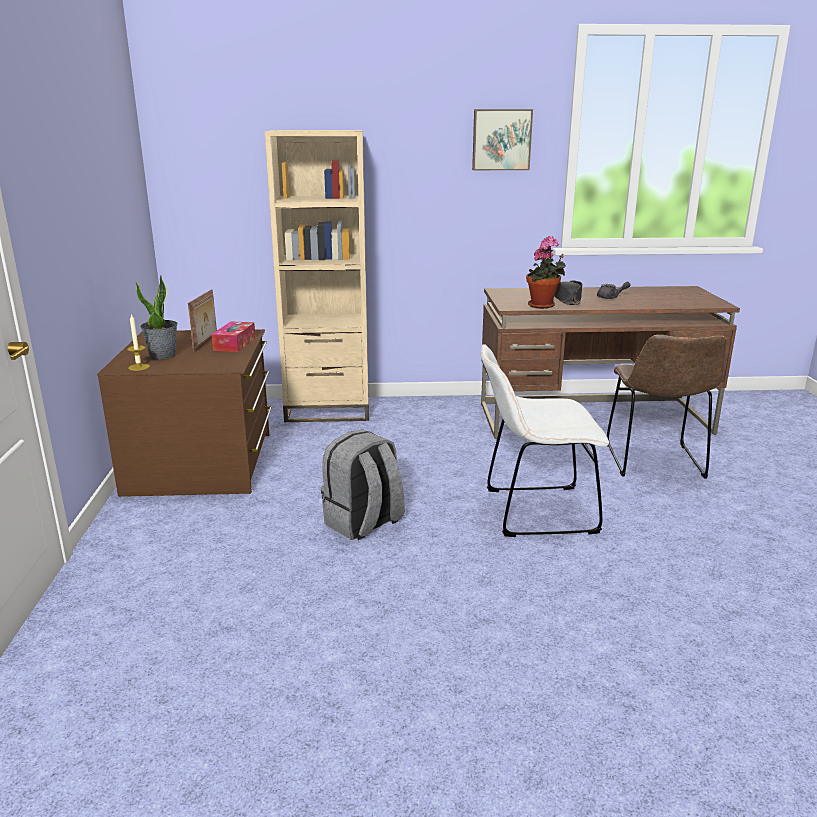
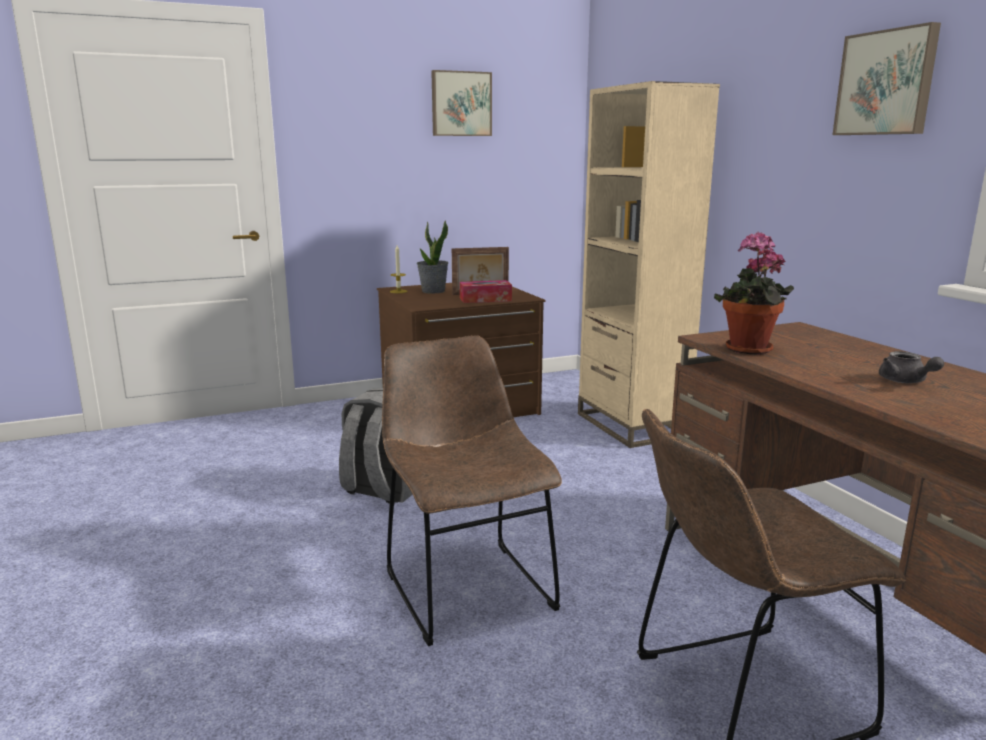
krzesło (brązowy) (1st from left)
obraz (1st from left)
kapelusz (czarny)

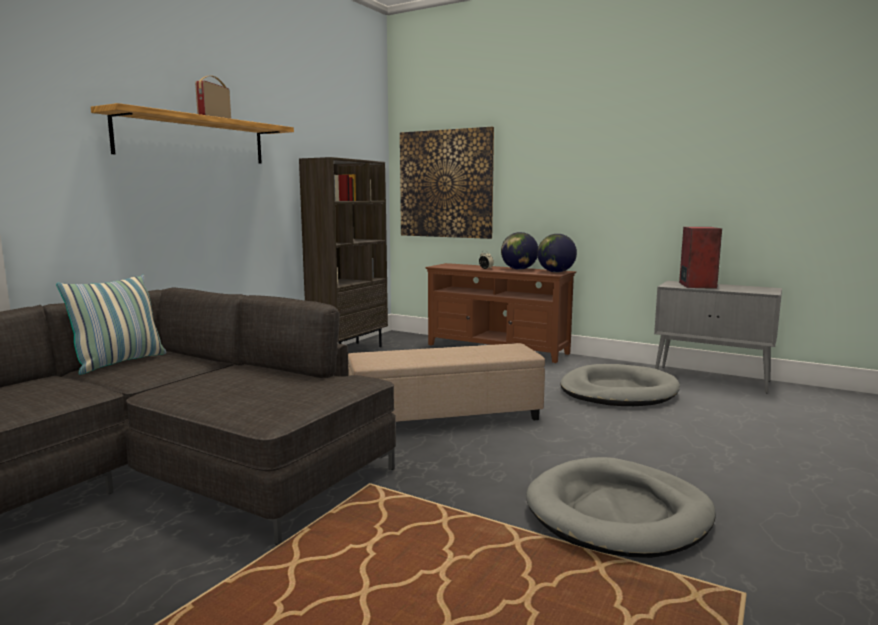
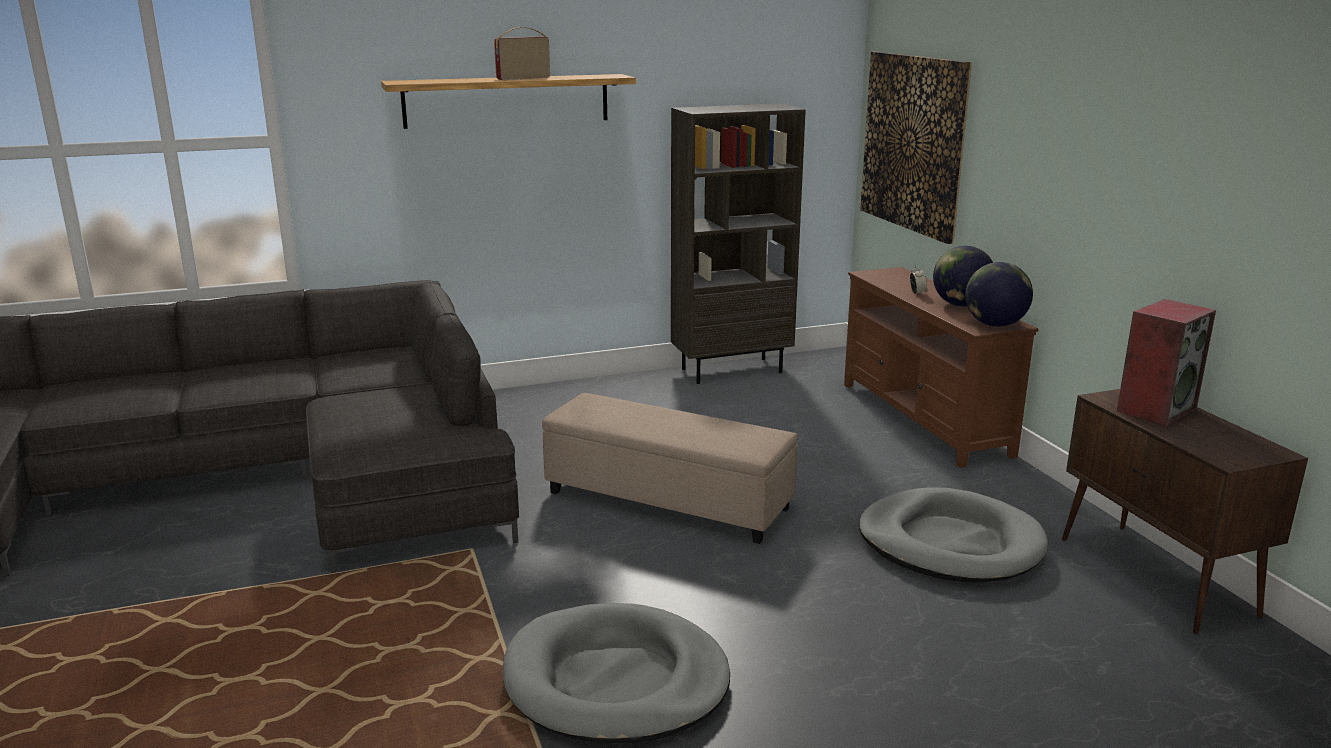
szafka (brązowy)
poduszka

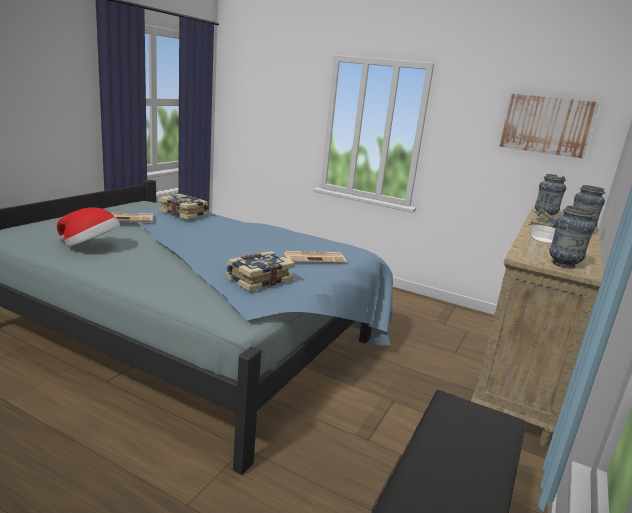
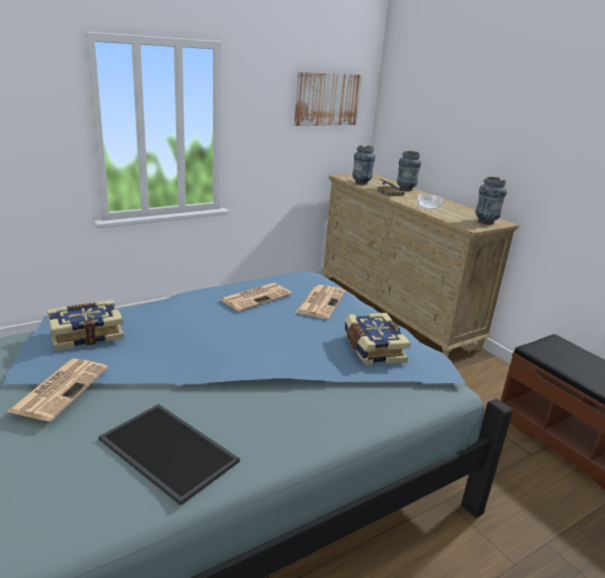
taca
gazeta (2nd from left)

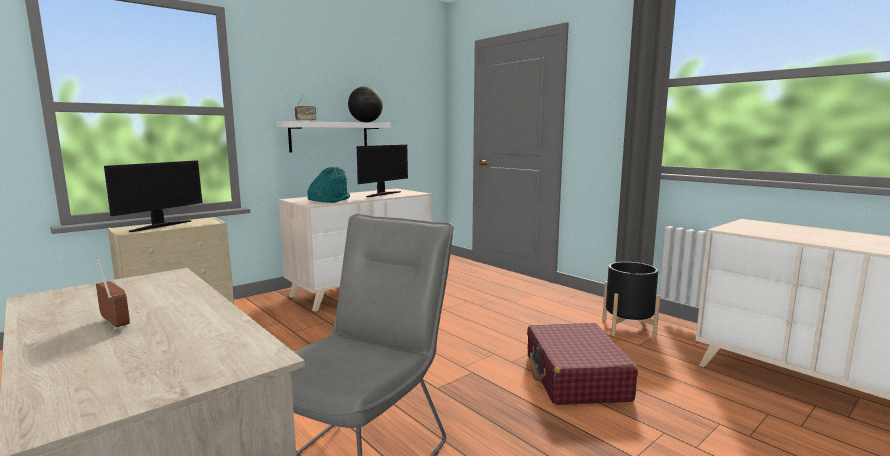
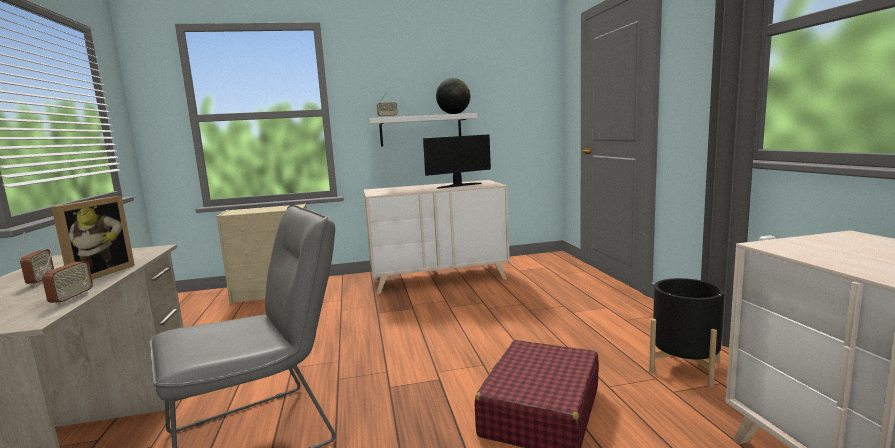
radio (2nd from left)
ramka na zdjęcie
monitor (1st from left in the first image)
kapelusz (turkusowy)

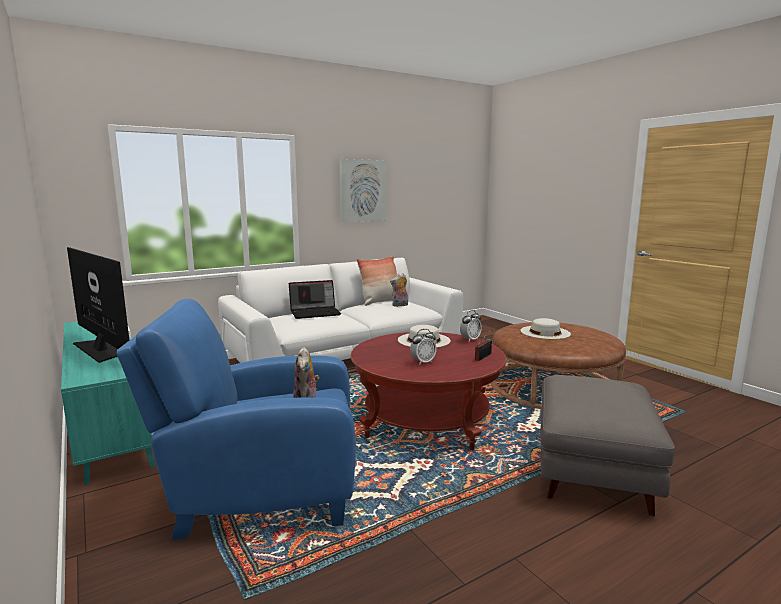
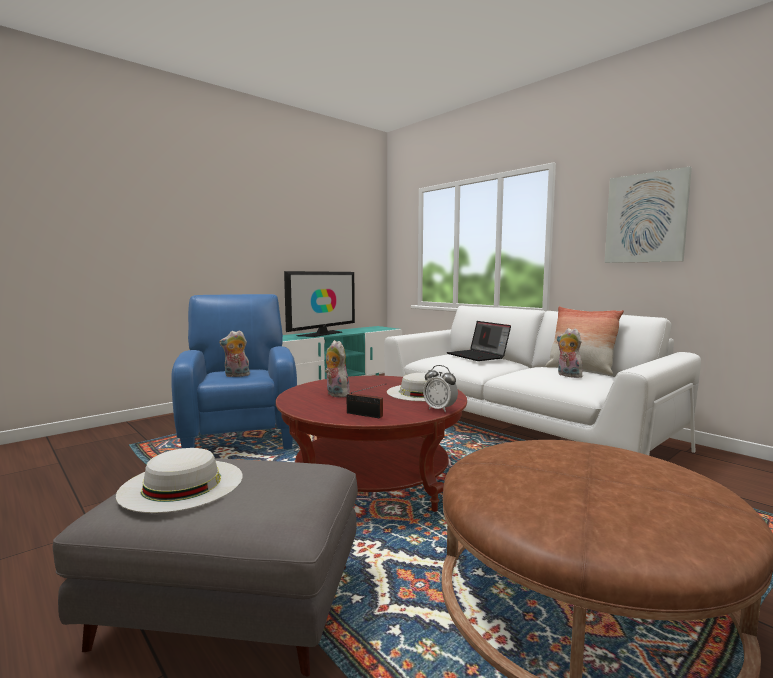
kapelusz (biały) (1st from left)
pluszak (2nd from left)

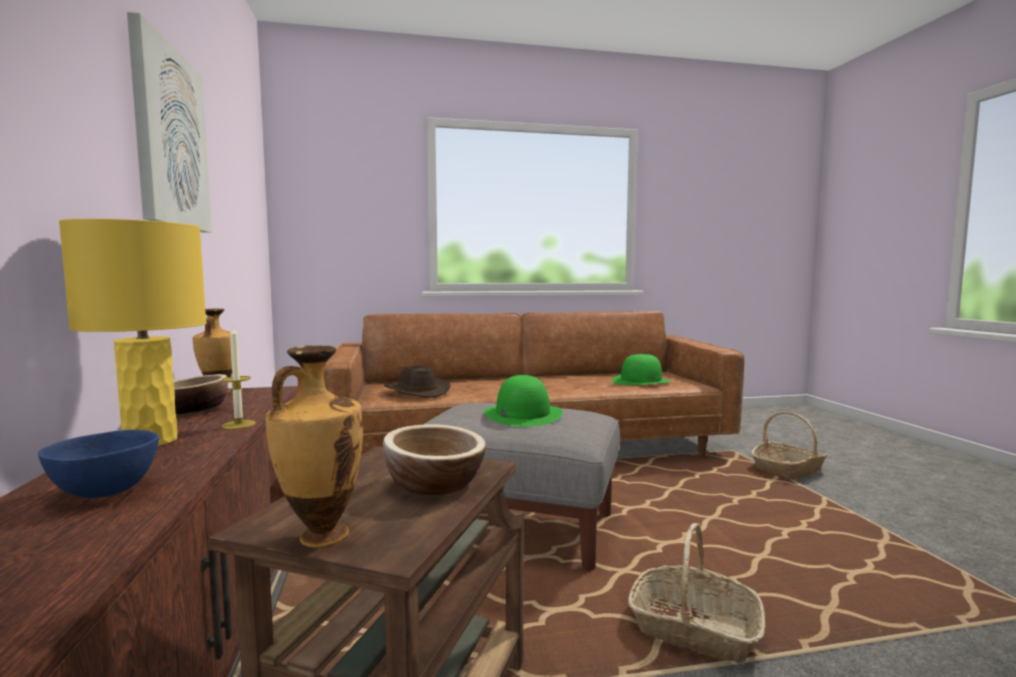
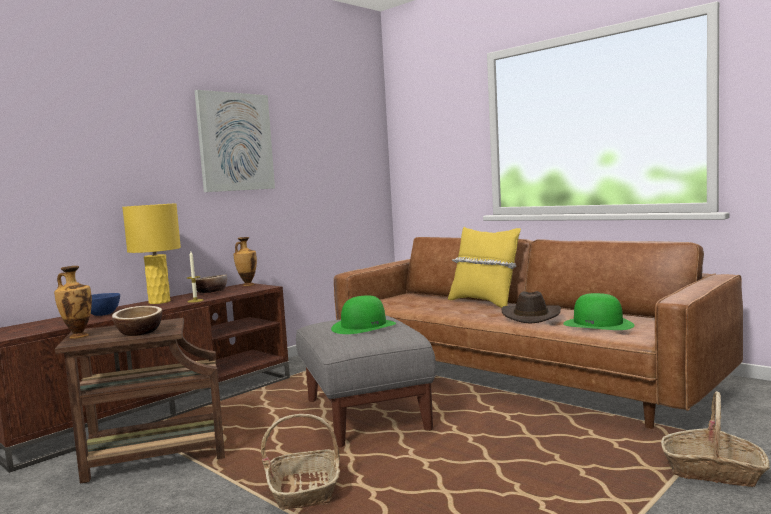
poduszka (żółty)
kapelusz (brązowy)

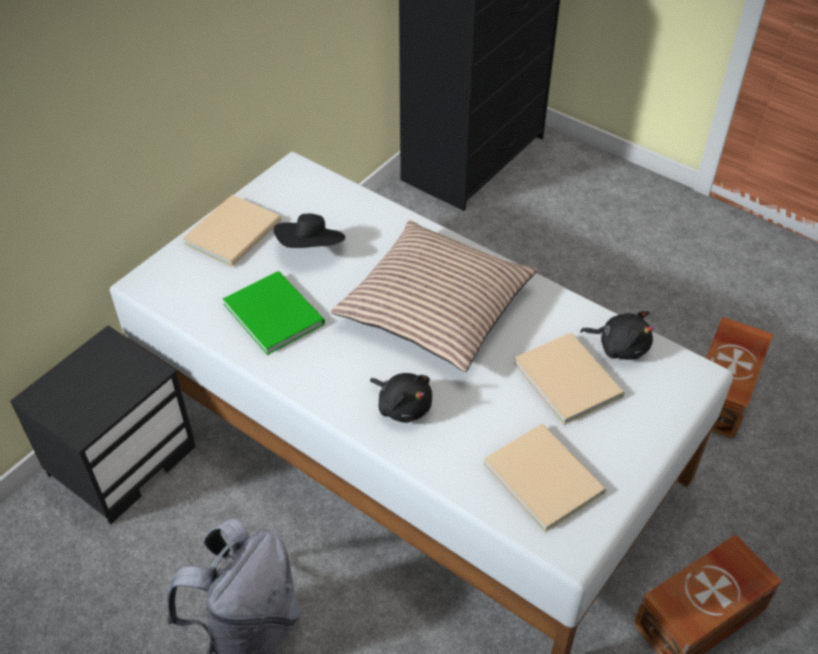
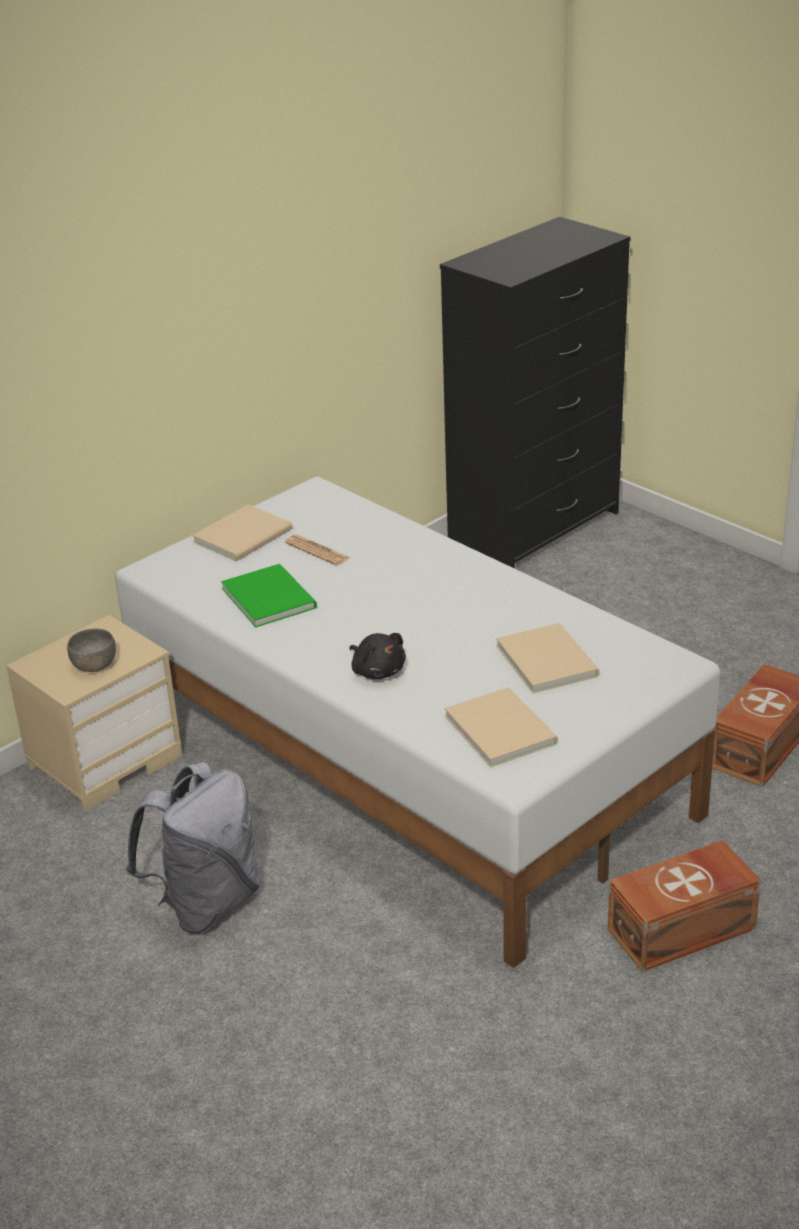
szafka nocna (beżowy)
miska (szary)
gazeta
poduszka
pluszak (czarny) (2nd from left in the first image)

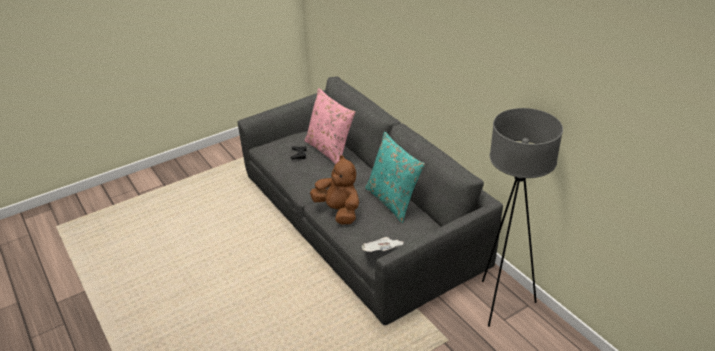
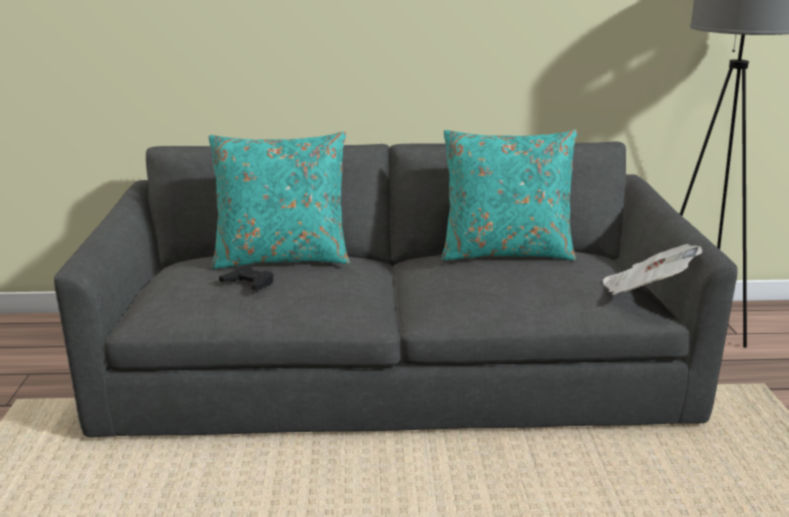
poduszka (turkusowy) (1st from left)
pluszak (brązowy)

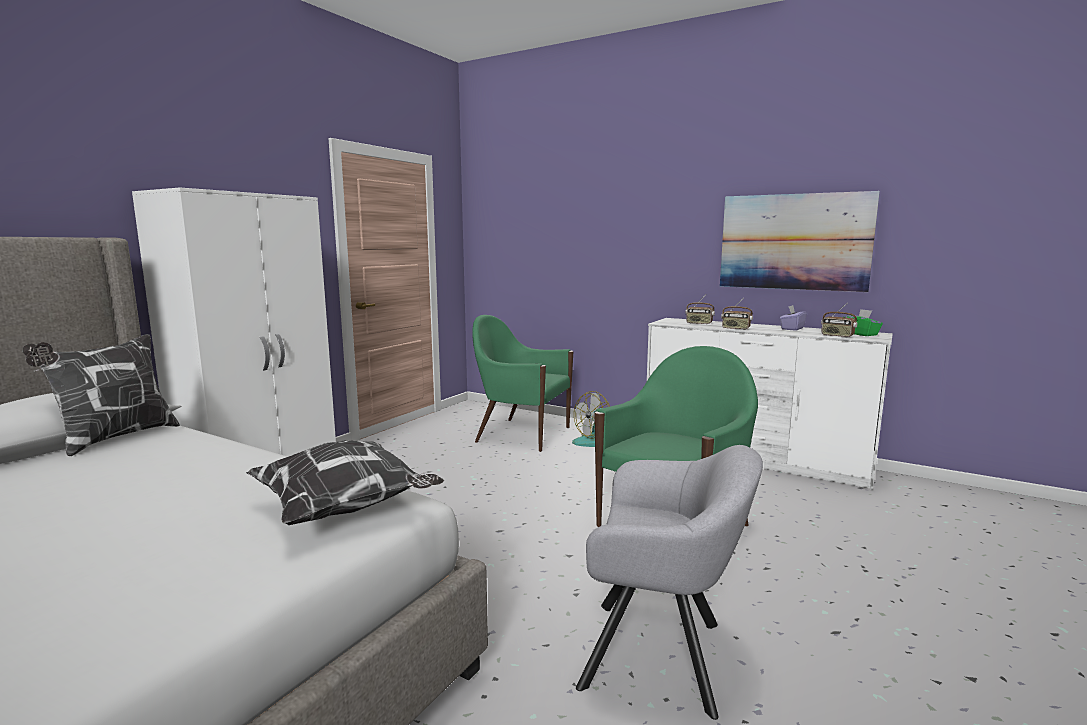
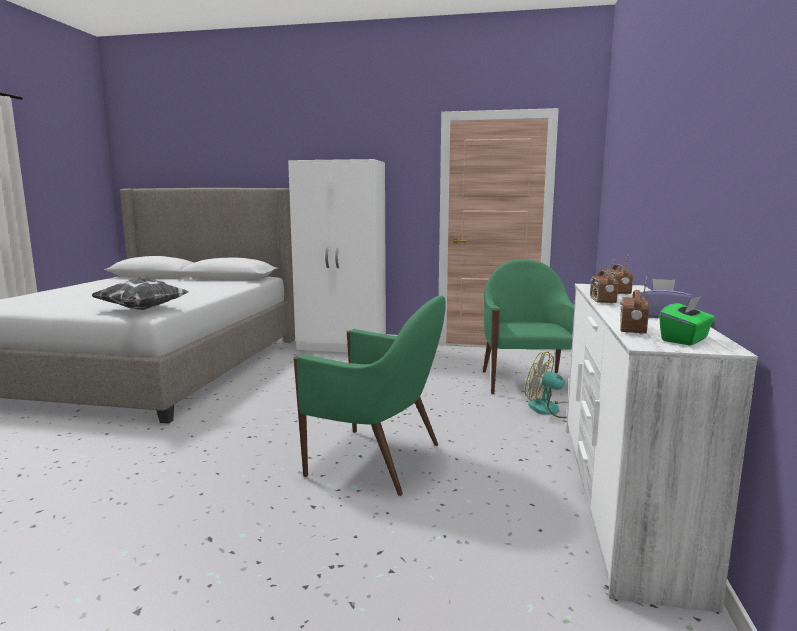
poduszka (1st from left in the first image)
fotel (szary)
obraz

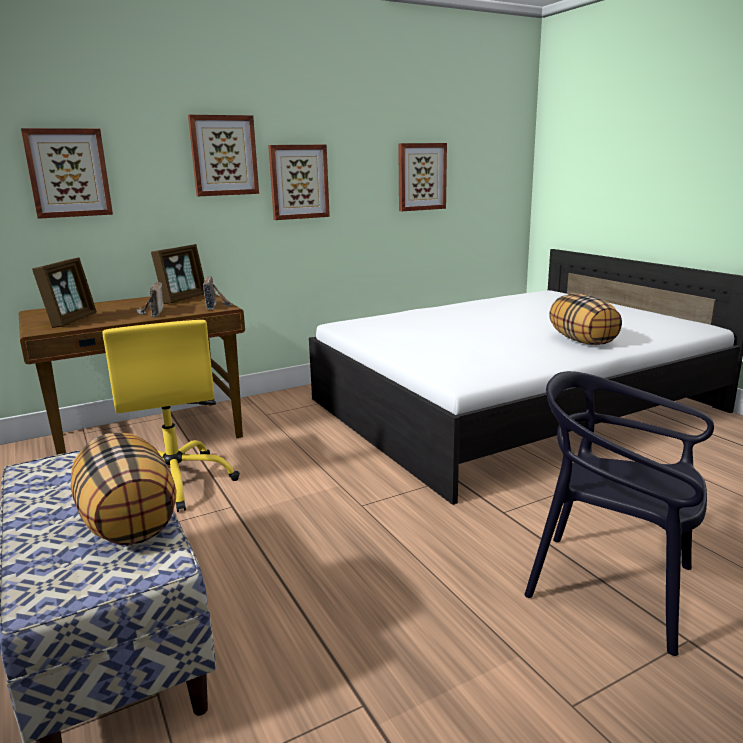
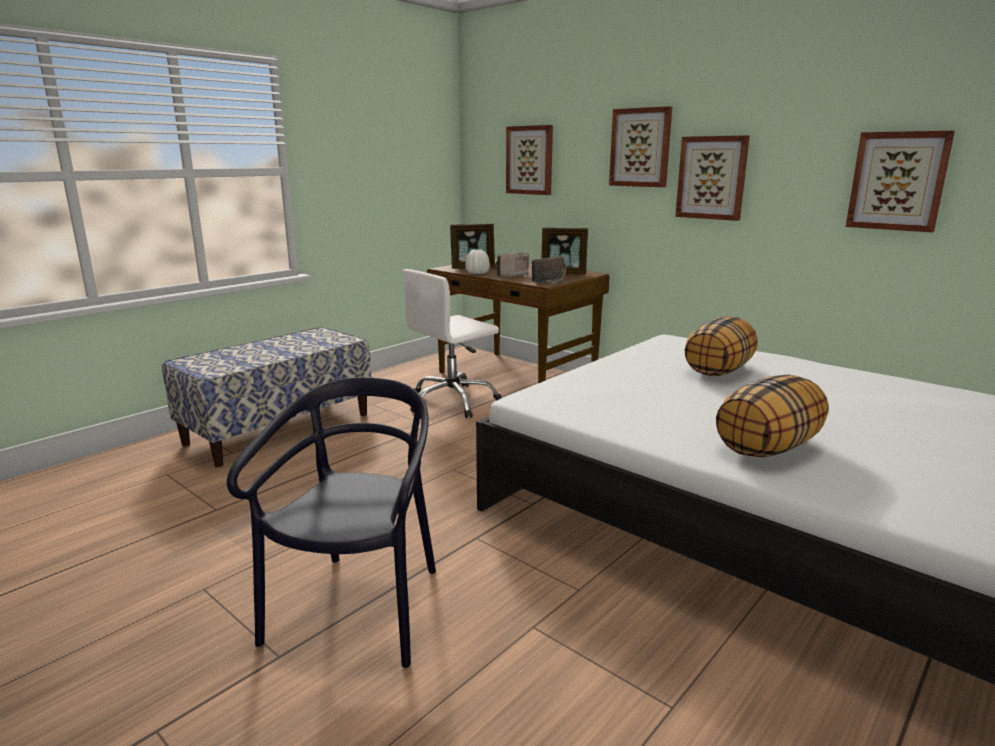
krzesło biurowe (biały)
wazon (biały)
poduszka (1st from left)

